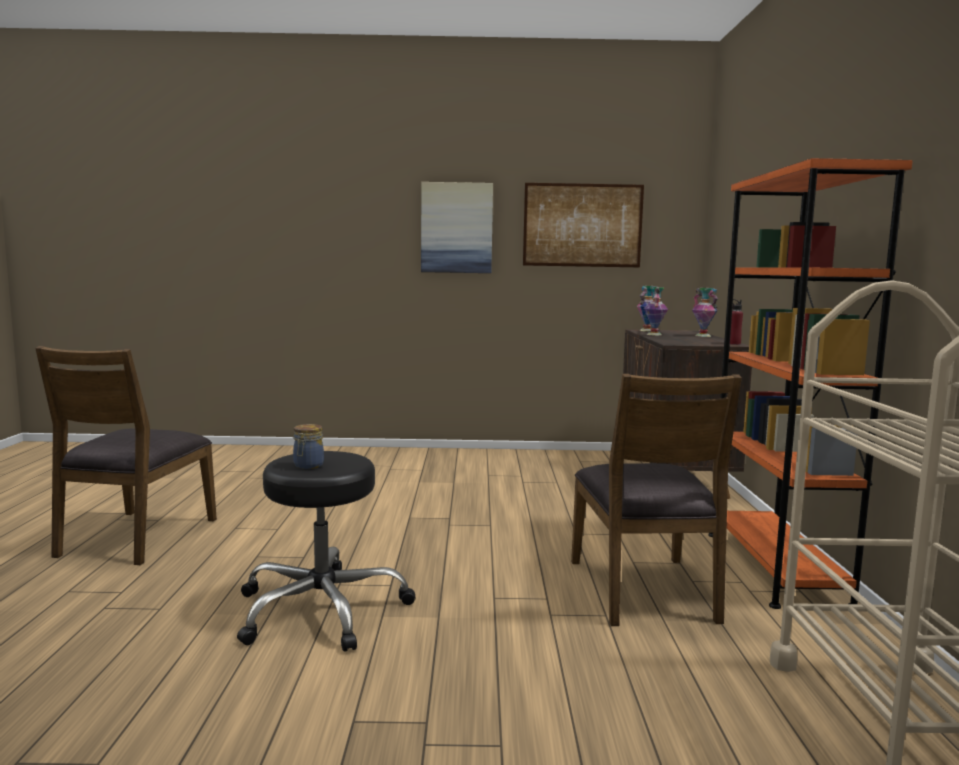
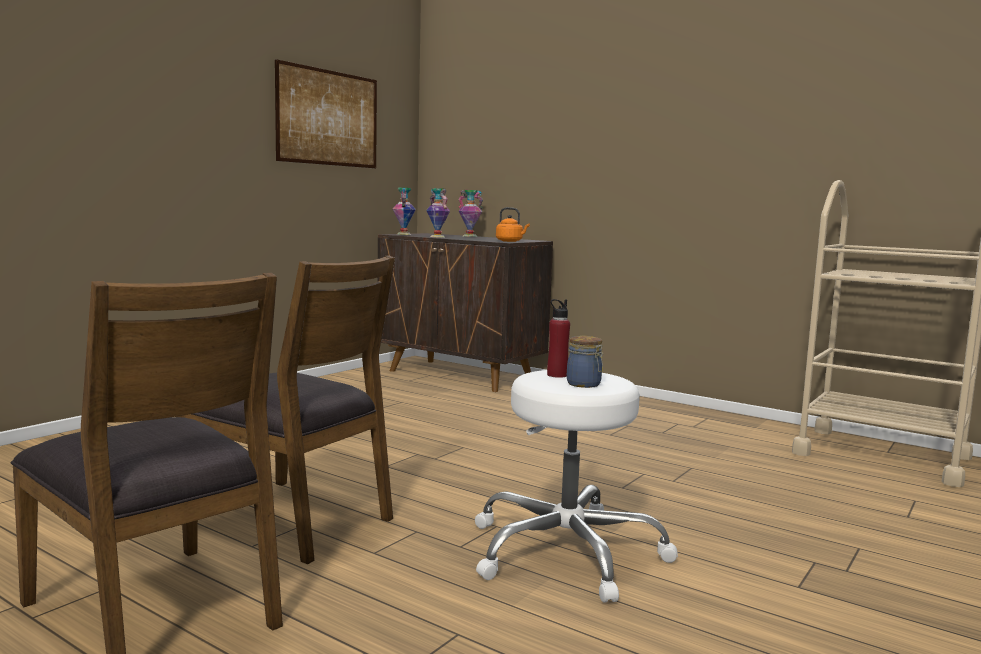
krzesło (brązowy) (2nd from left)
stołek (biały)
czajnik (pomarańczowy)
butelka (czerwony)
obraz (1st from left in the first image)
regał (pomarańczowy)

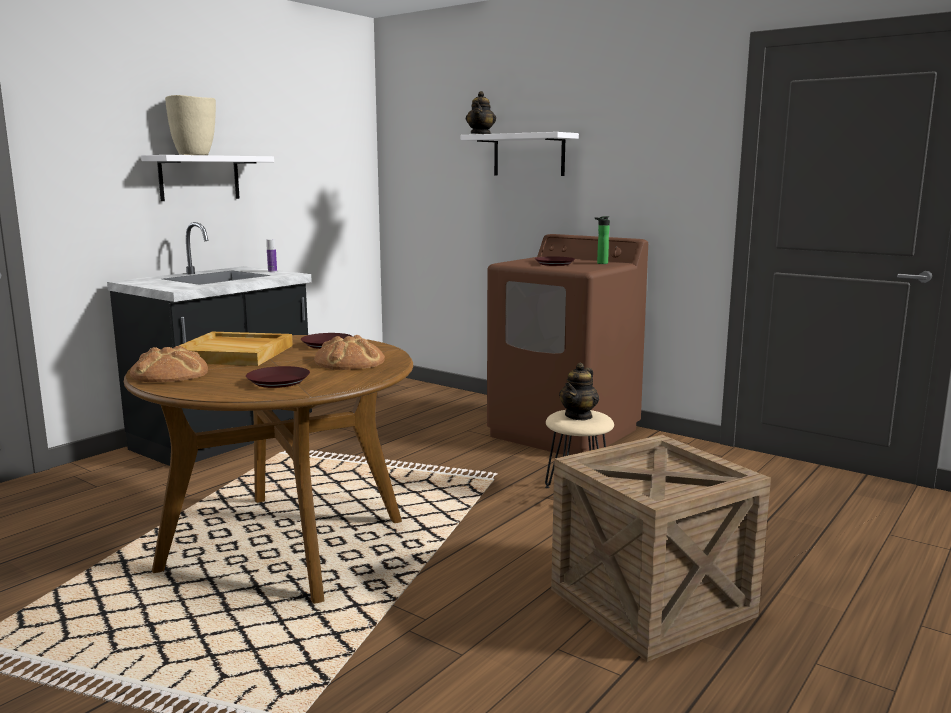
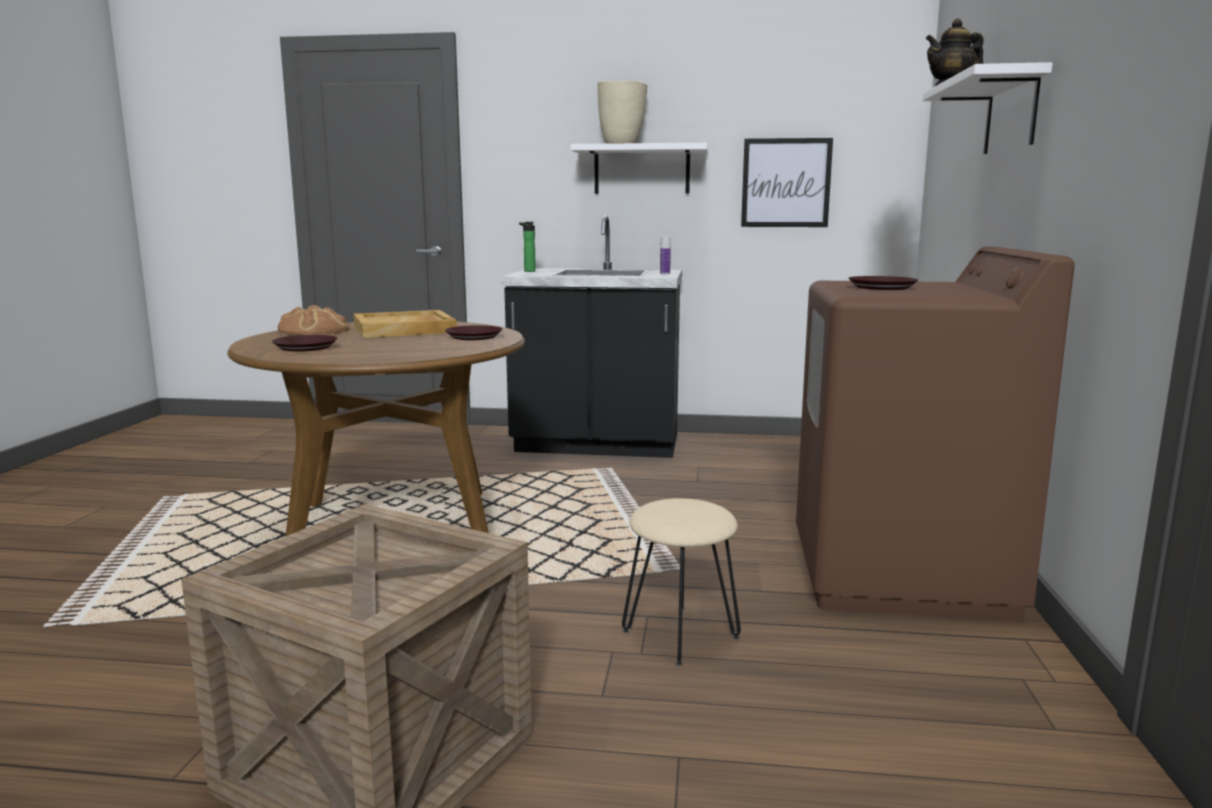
butelka (1st from left)
obraz
chleb (2nd from left in the first image)
imbryk (2nd from left in the first image)

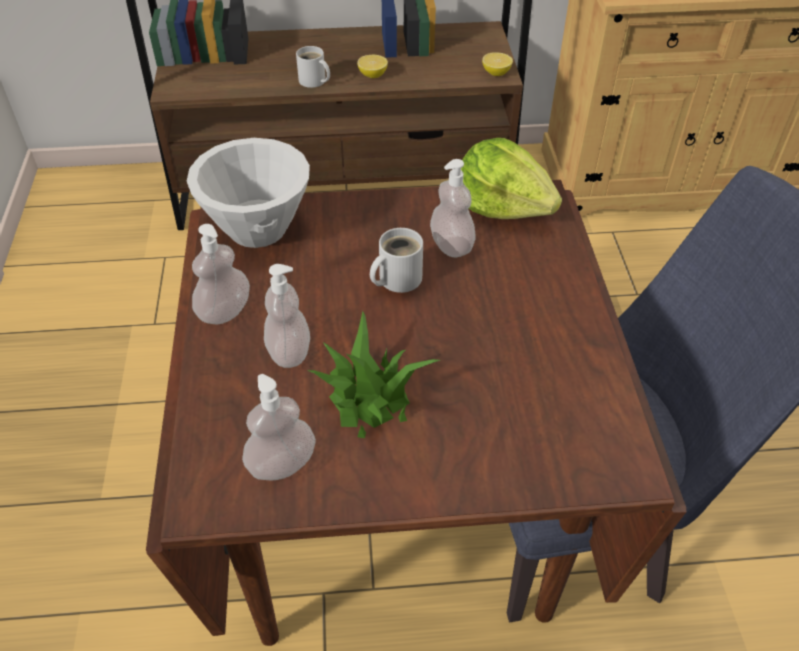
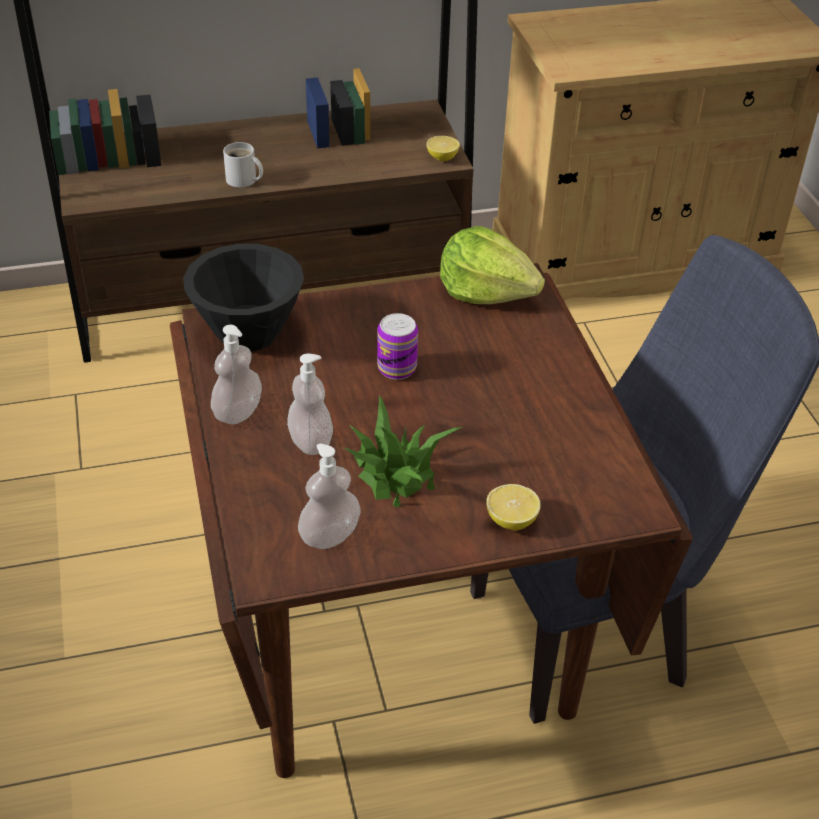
miska (czarny)
puszka
cytryna (2nd from left)
dozownik mydła (4th from left in the first image)

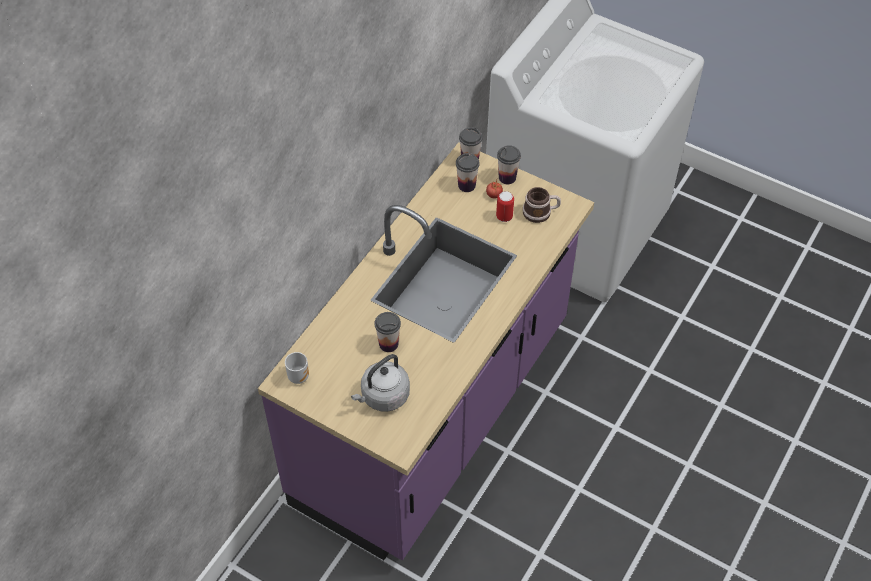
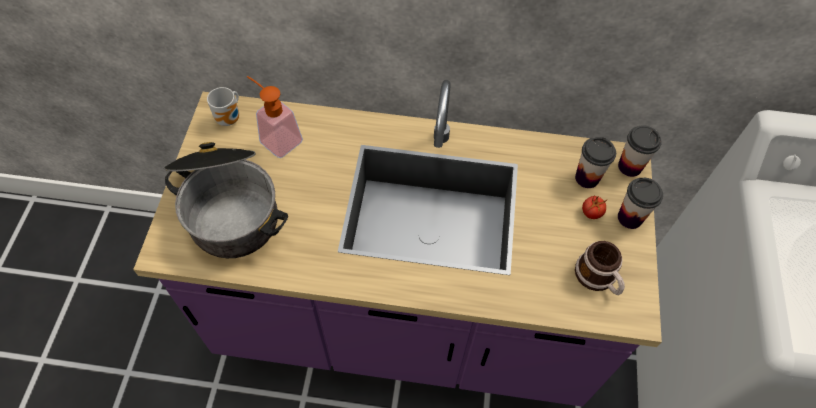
garnek
dozownik mydła
filiżanka (1st from left in the first image)
puszka

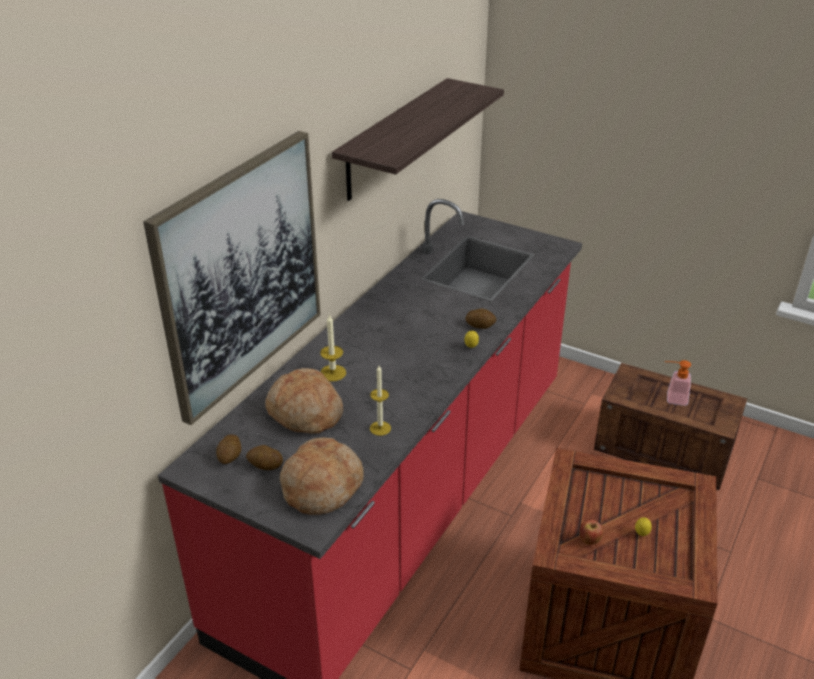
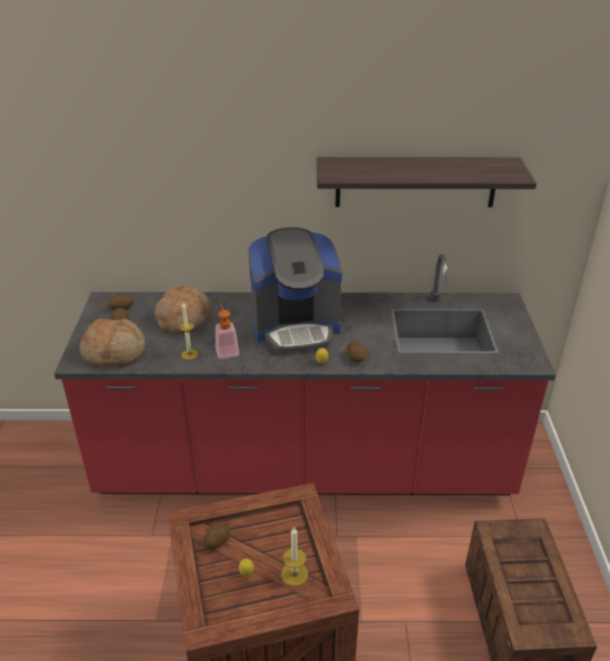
ziemniak (3rd from left)
dozownik mydła
ekspres do kawy
świeca (2nd from left)
obraz

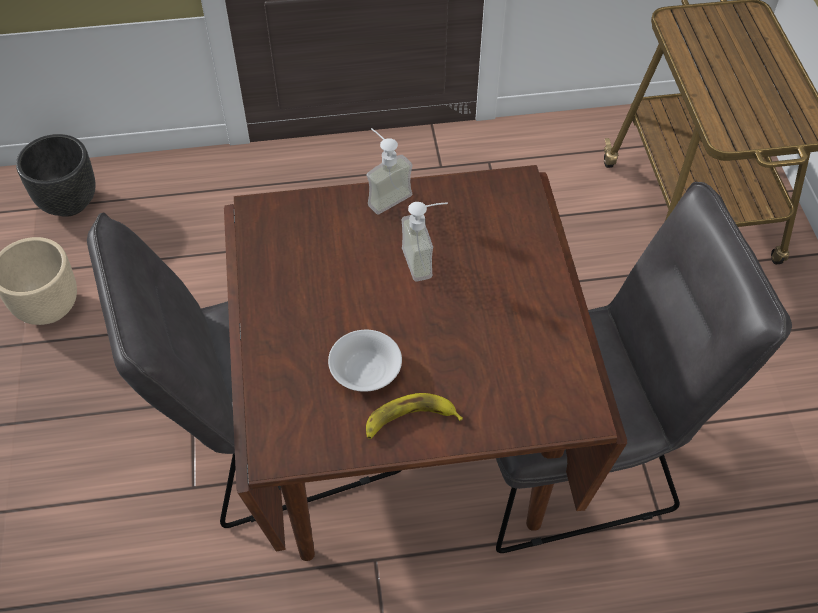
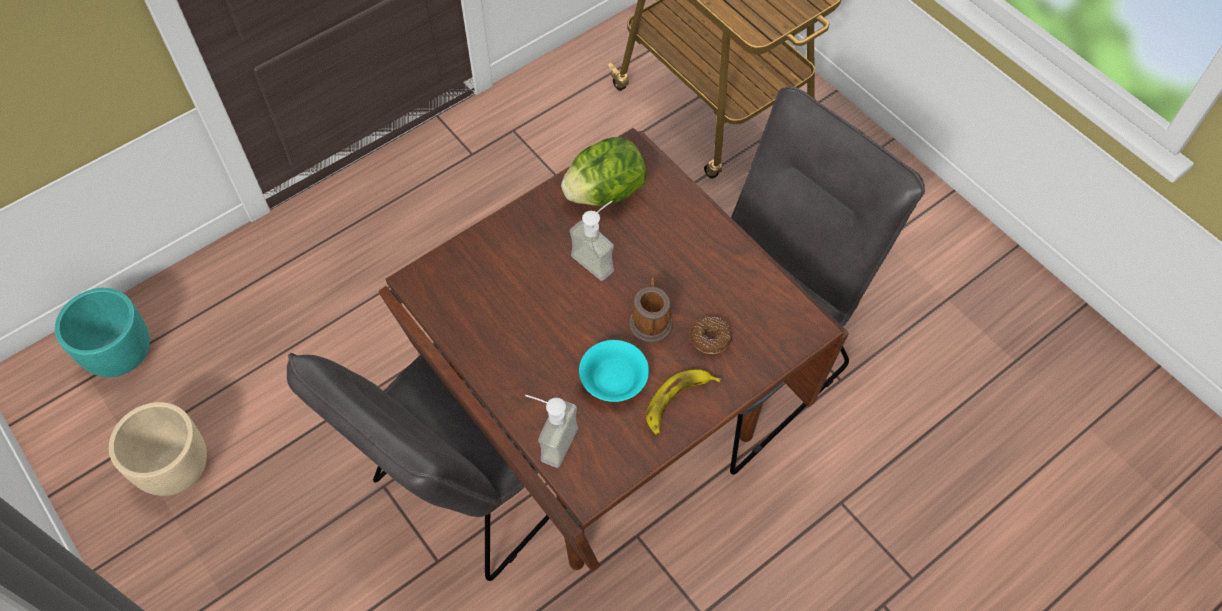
donica (turkusowy)
dozownik mydła (1st from left)
sałata
miska (turkusowy)
kubek
donut

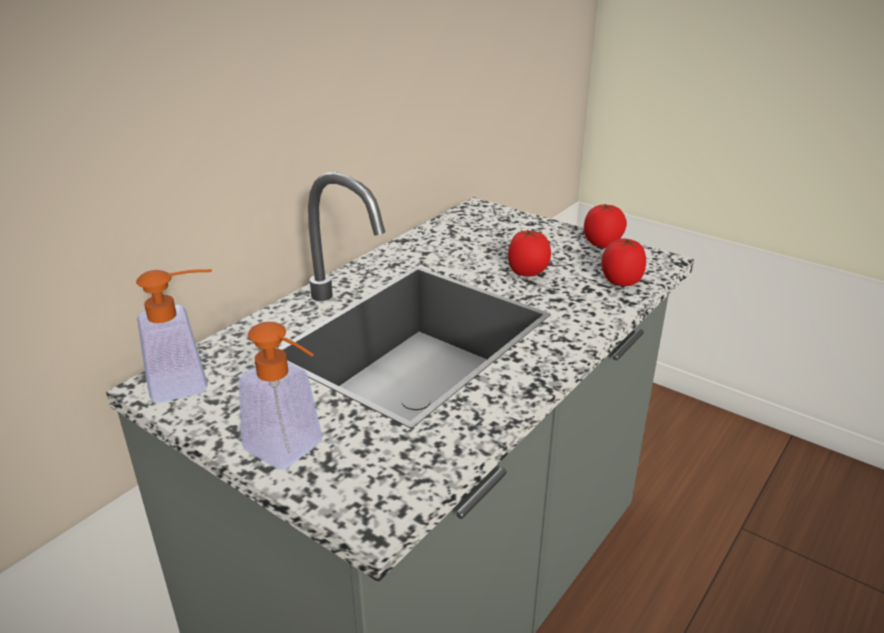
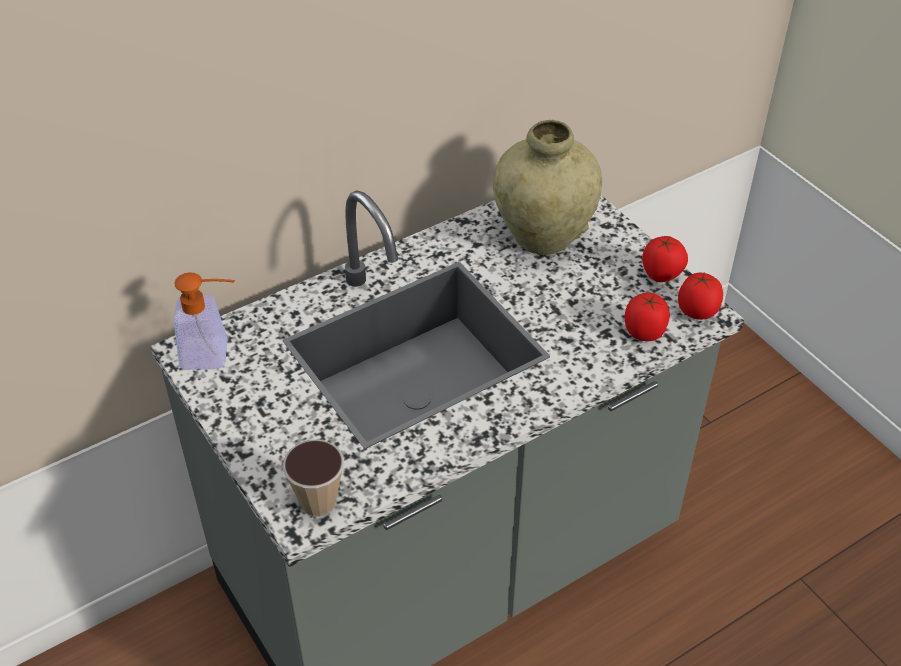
filiżanka
wazon (beżowy)
pomidor (3rd from left)
dozownik mydła (2nd from left in the first image)

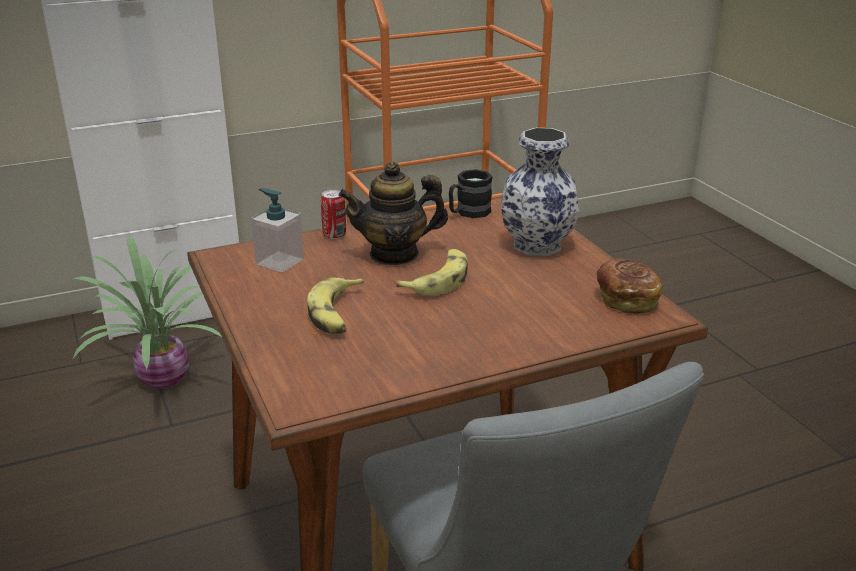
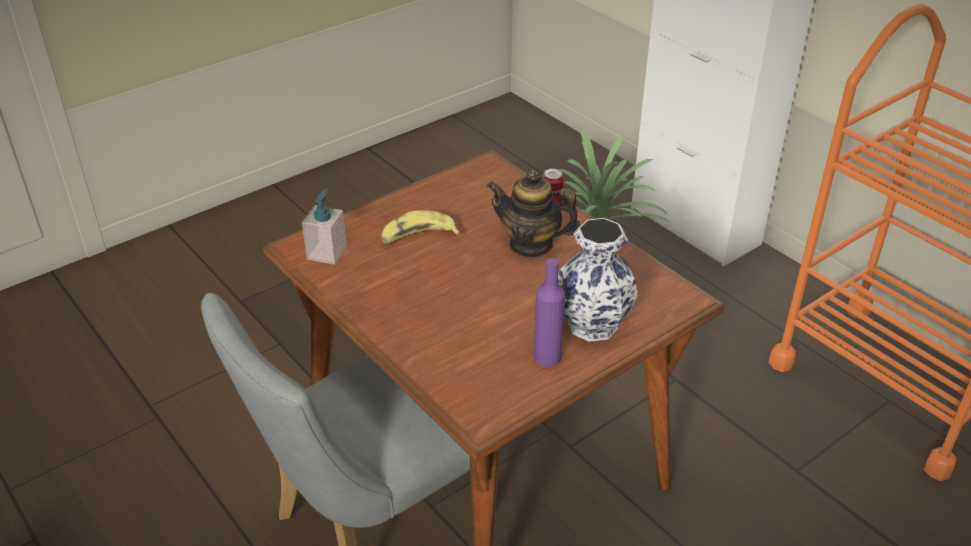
dozownik mydła
imbryk
butelka (fioletowy)
banan (2nd from left in the first image)
kubek (czarny)
chleb

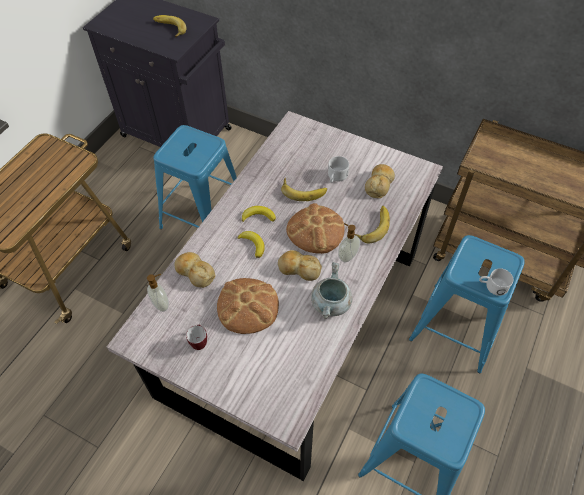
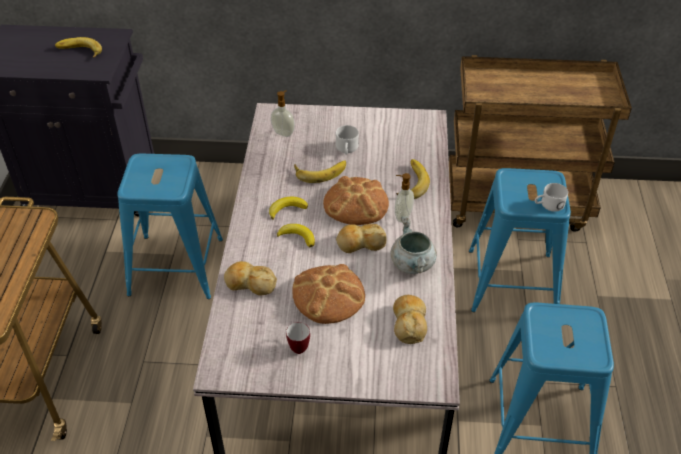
dozownik mydła (1st from left)
chleb (5th from left)

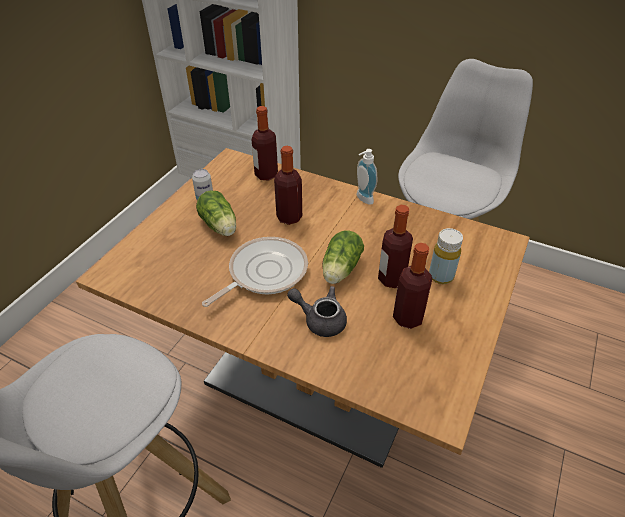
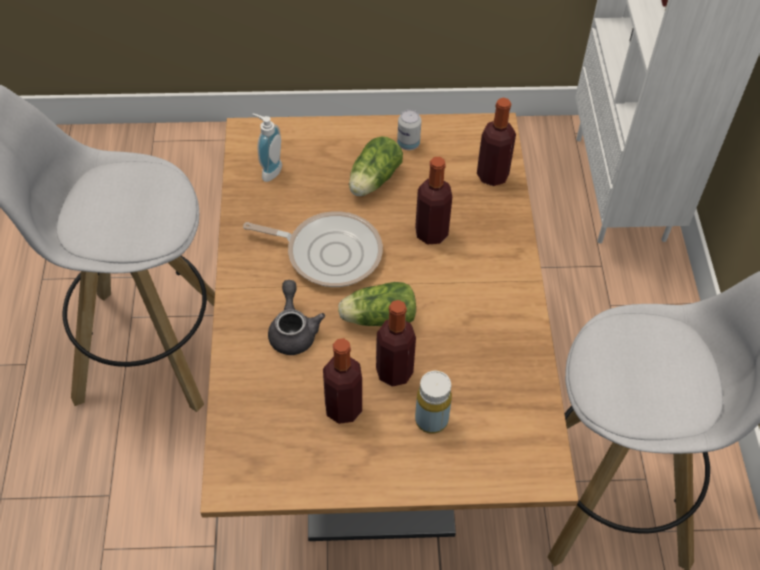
dozownik mydła

